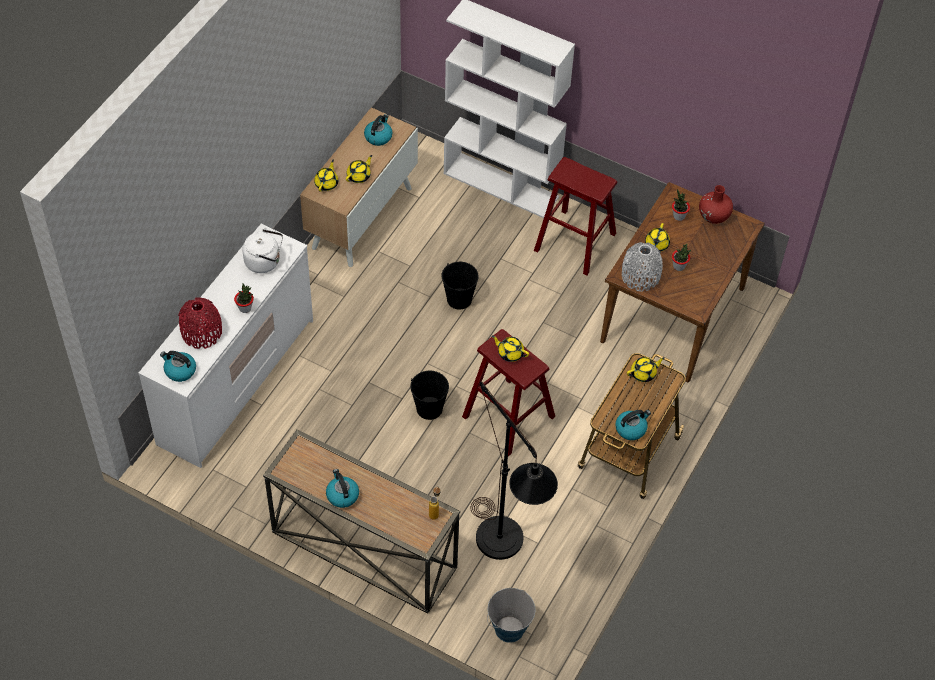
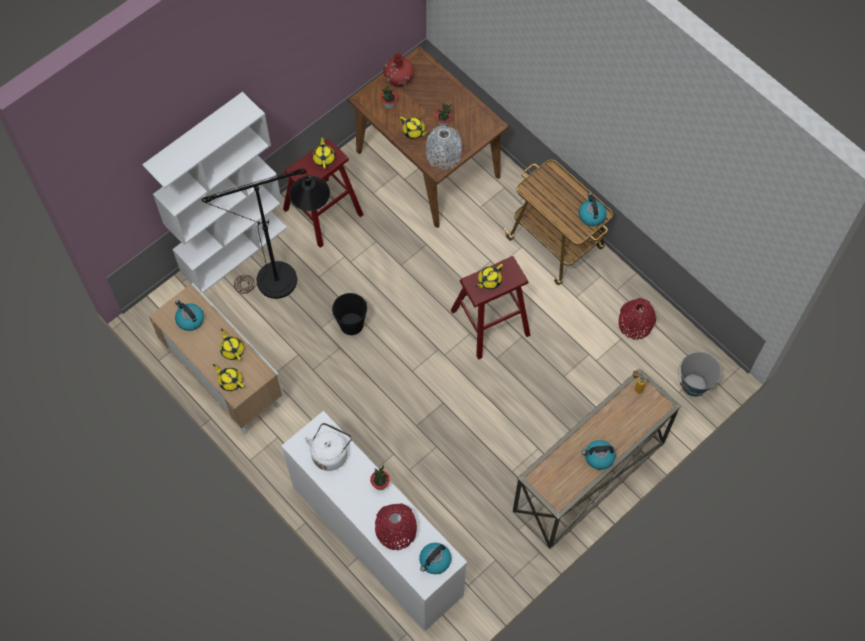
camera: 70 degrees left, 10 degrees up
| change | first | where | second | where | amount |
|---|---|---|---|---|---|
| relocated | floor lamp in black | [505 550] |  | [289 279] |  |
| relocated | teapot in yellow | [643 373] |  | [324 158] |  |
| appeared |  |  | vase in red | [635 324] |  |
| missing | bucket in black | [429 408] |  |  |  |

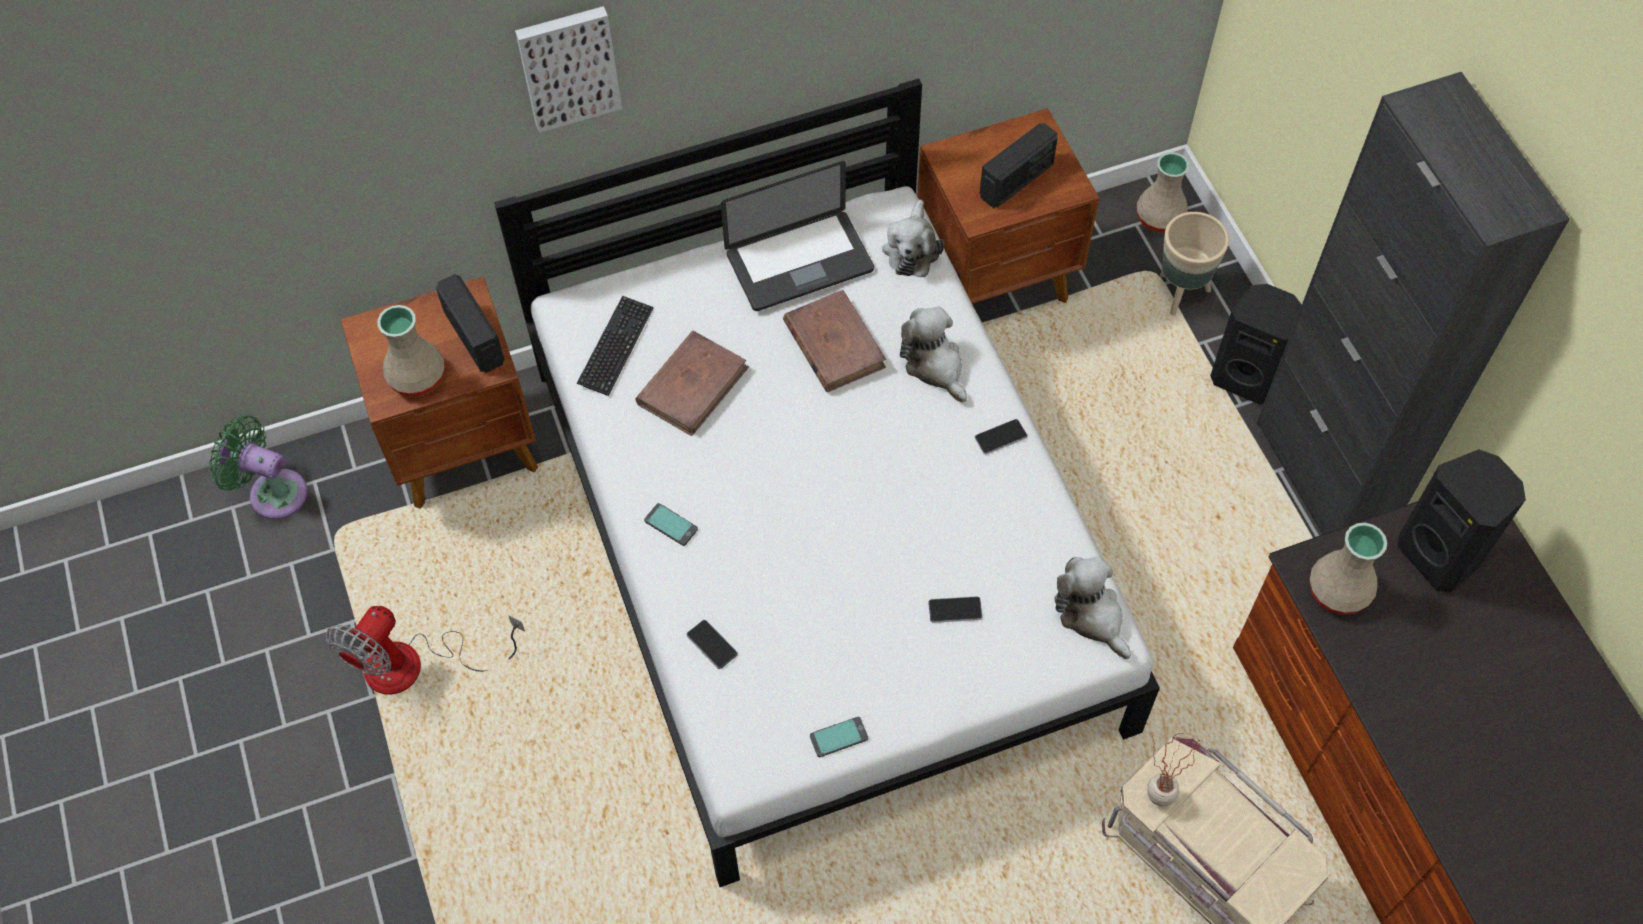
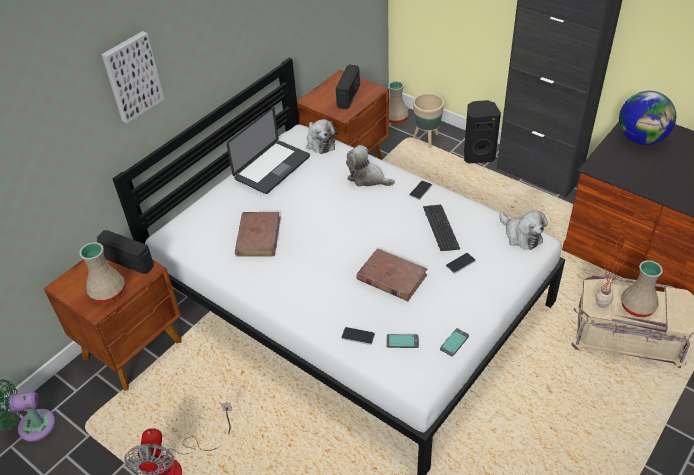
camera: 30 degrees left, 15 degrees down
| change | first | where | second | where | amount |
|---|---|---|---|---|---|
| relocated | book in brown | [834 344] |  | [391 277] |  |
| relocated | phone | [671 525] |  | [402 341] |  |
| relocated | keyboard | [616 347] |  | [441 228] |  |
| spun | plush toy | [1091 615] |  | [521 235] | 150 degrees counterclockwise |
| exchanged | speaker in black | [1440 554] | globe | [641 139] |  |
| relocated | vase in beige | [1340 590] |  | [637 306] |  |

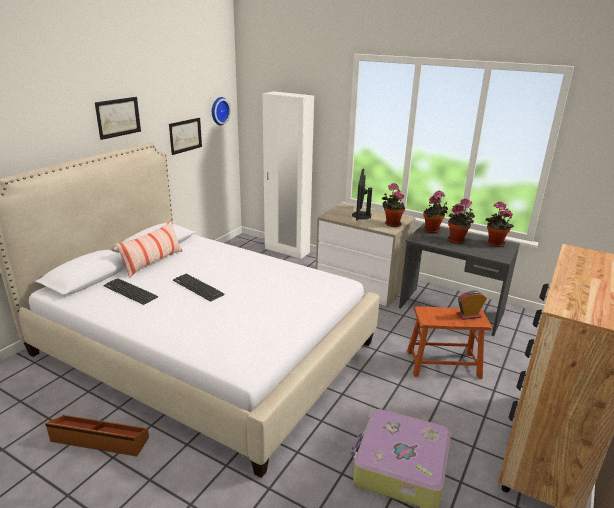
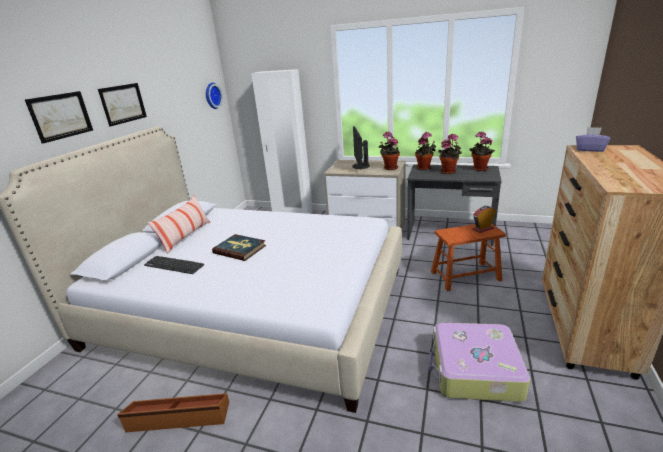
camera: 10 degrees left, 0 degrees up
| change | first | where | second | where | amount |
|---|---|---|---|---|---|
| relocated | picture | [185 135] |  | [61 116] |  |
| exchanged | keyboard | [198 287] | book | [240 249] |  |
| appeared |  |  | tissue box in purple | [589 149] |  |

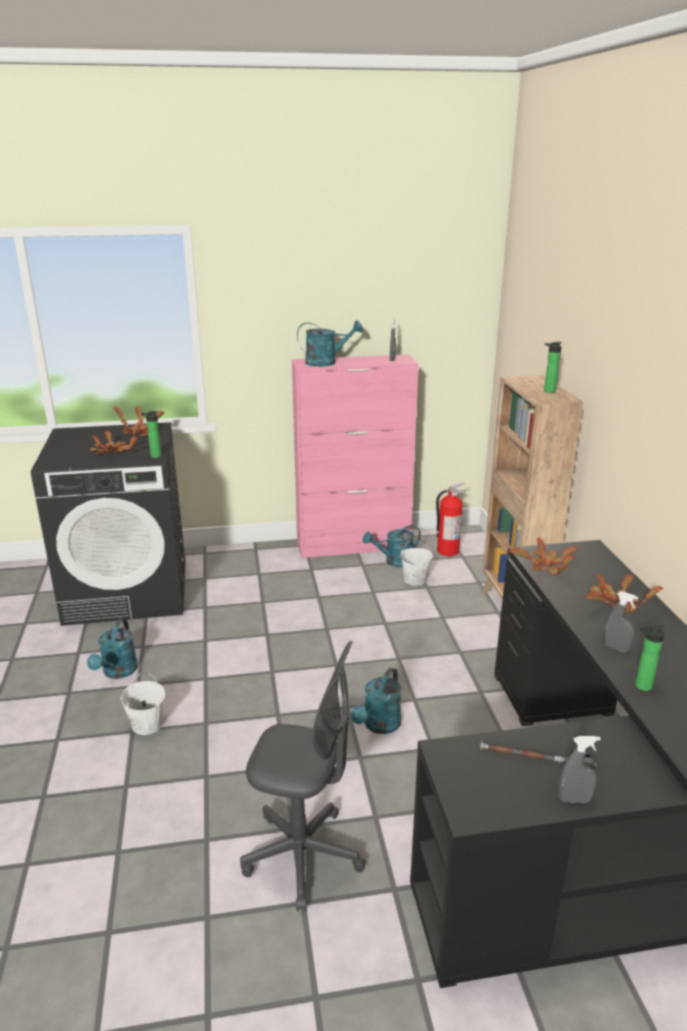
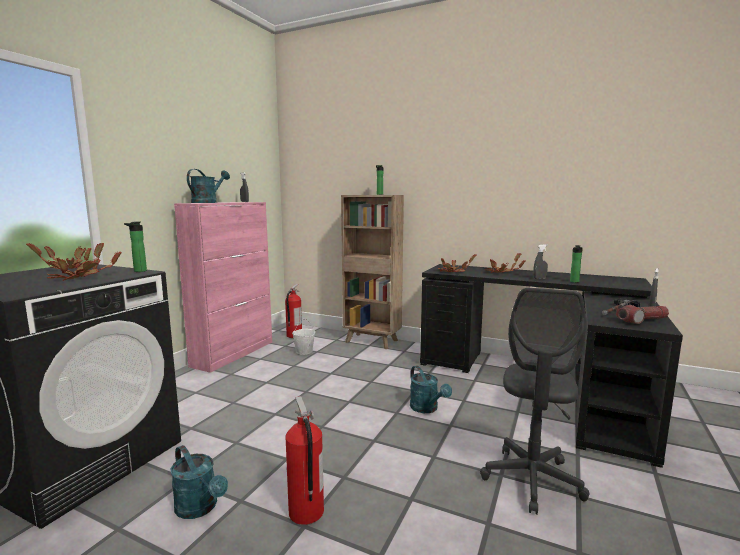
camera: 55 degrees left, 15 degrees down
| change | first | where | second | where | amount |
|---|---|---|---|---|---|
| exchanged | bucket in white | [146 724] | fire extinguisher | [305 513] |  |
| spun | office chair in grey | [303 856] |  | [532 480] | 150 degrees clockwise |
| appeared |  |  | flashlight | [642 320] |  |
| missing | watering can in turquoise | [394 561] |  |  |  |

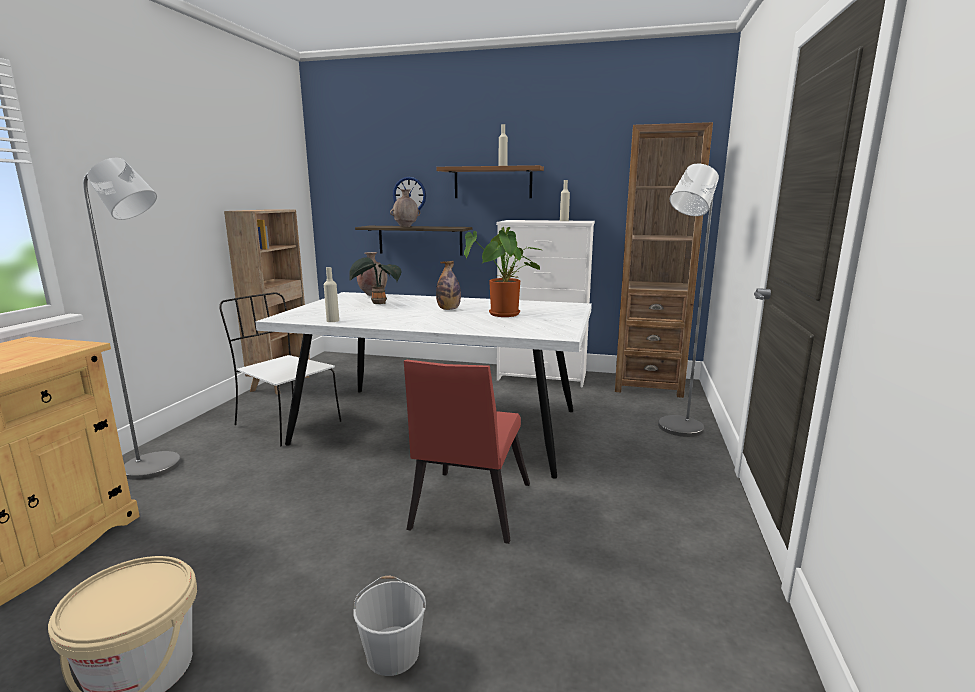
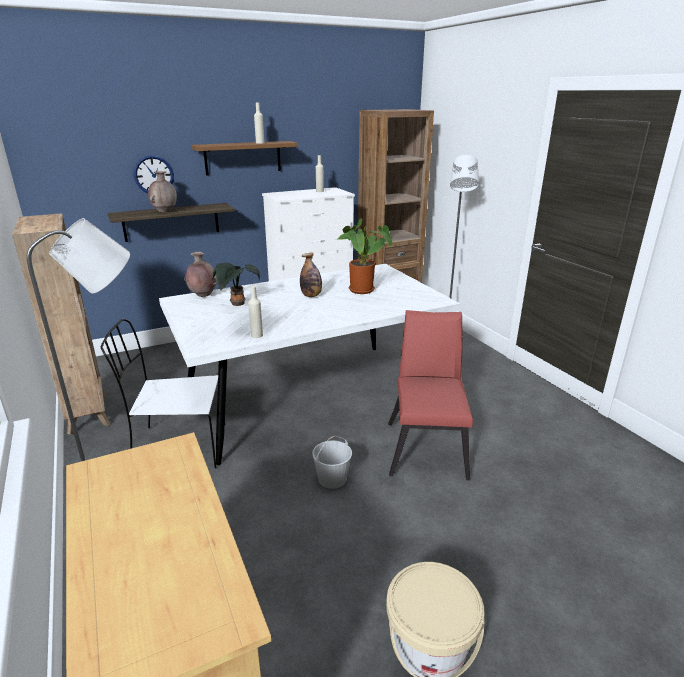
camera: 40 degrees left, 10 degrees up
| change | first | where | second | where | amount |
|---|---|---|---|---|---|
| relocated | bucket in white | [391 654] |  | [332 478] |  |
| spun | chair in red | [467 510] |  | [427 445] | 150 degrees counterclockwise |

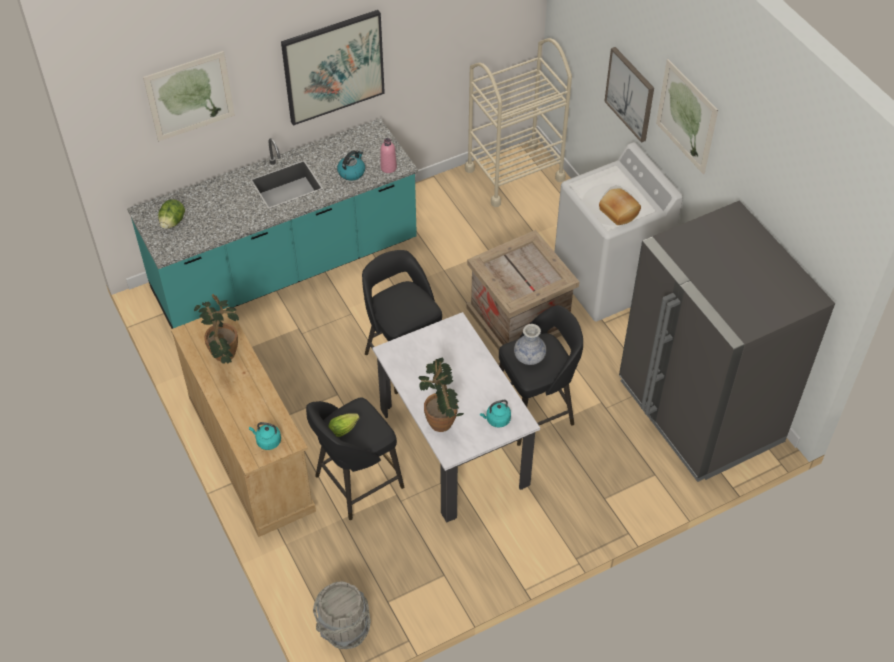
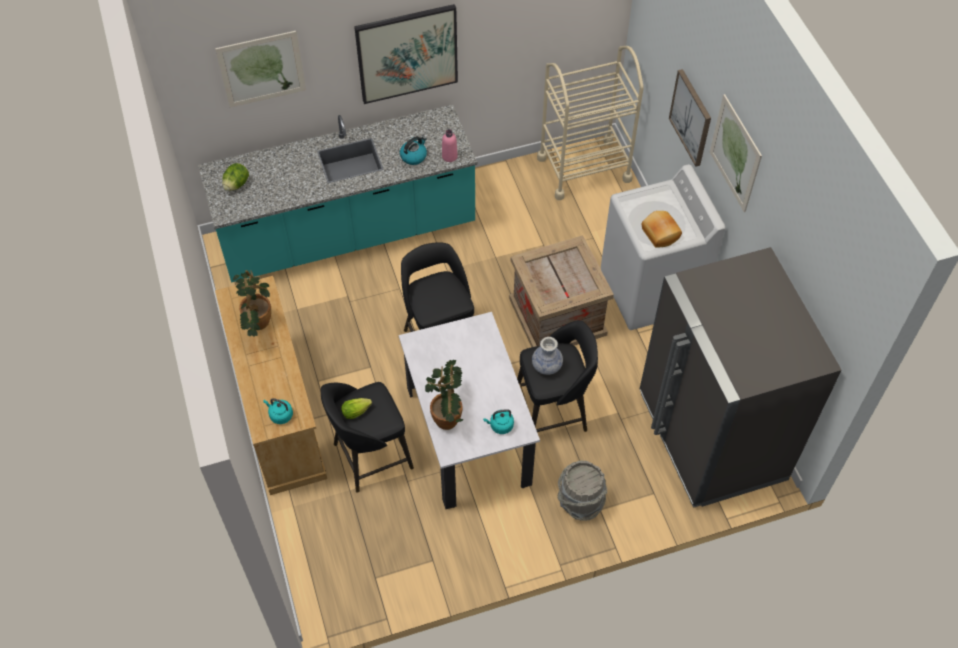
camera: 10 degrees right, 5 degrees up
| change | first | where | second | where | amount |
|---|---|---|---|---|---|
| relocated | bucket in grey | [343 628] |  | [580 501] |  |

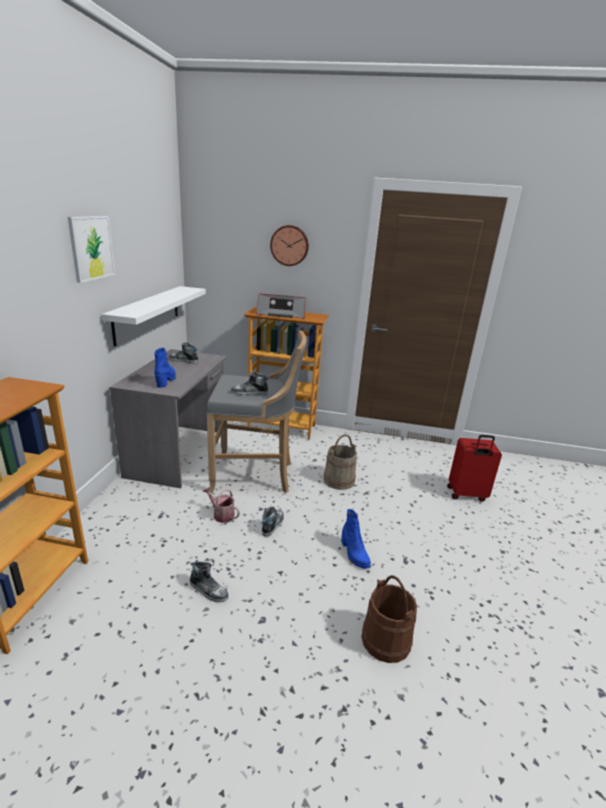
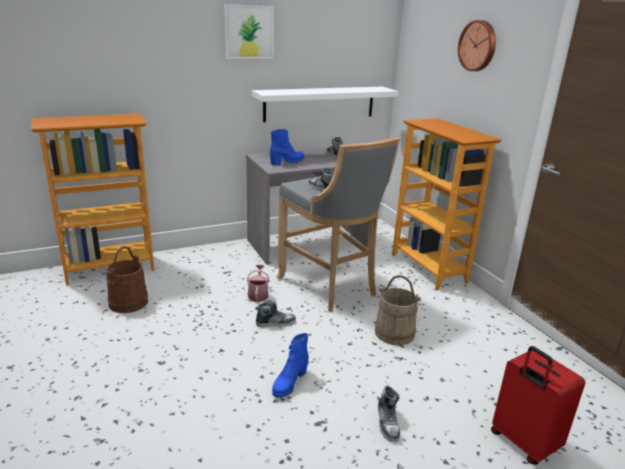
camera: 55 degrees right, 0 degrees up
| change | first | where | second | where | amount |
|---|---|---|---|---|---|
| relocated | bucket in brown | [385 639] |  | [128 302] |  |
| relocated | shoe | [208 590] |  | [388 422] |  |
| missing | radio | [281 314] |  |  |  |

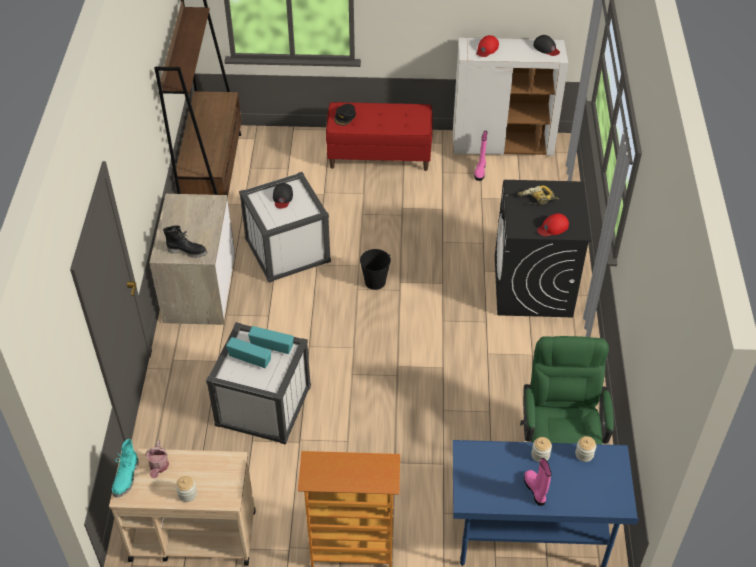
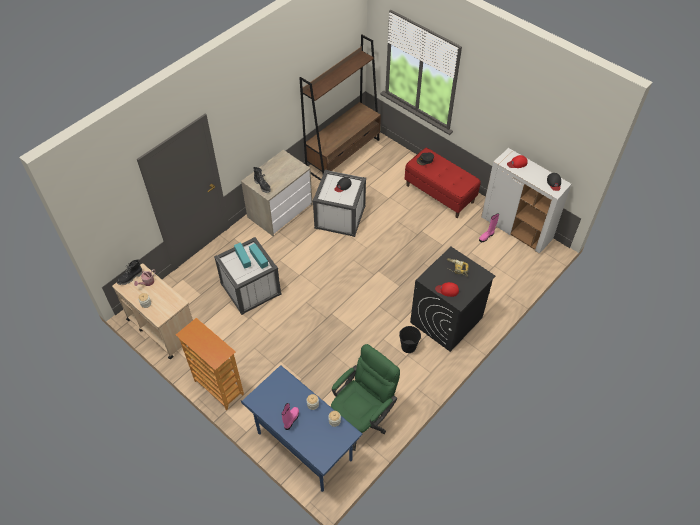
camera: 40 degrees right, 5 degrees up
| change | first | where | second | where | amount |
|---|---|---|---|---|---|
| colour | boot in turquoise | [127 478] | boot in black | [130 278] |  |
| relocated | bucket in black | [375 281] |  | [408 346] |  |

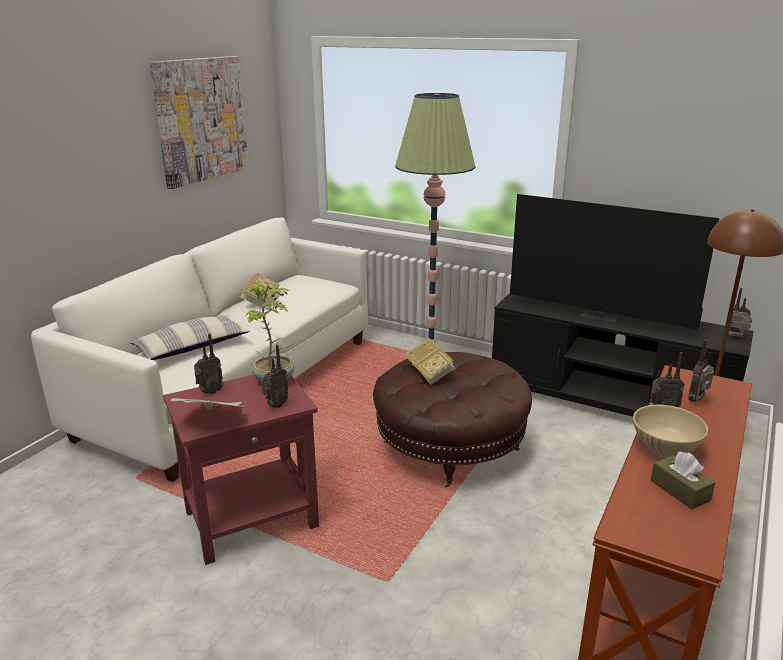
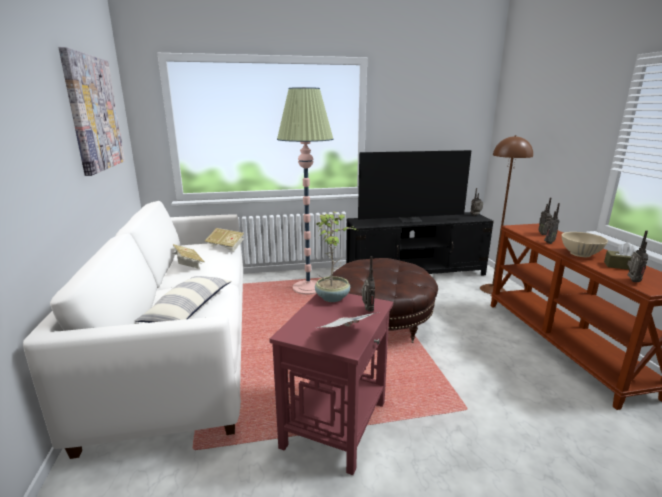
camera: 40 degrees left, 5 degrees down
| change | first | where | second | where | amount |
|---|---|---|---|---|---|
| relocated | book | [429 372] |  | [226 247] |  |
| relocated | radio | [209 392] |  | [631 281] |  |

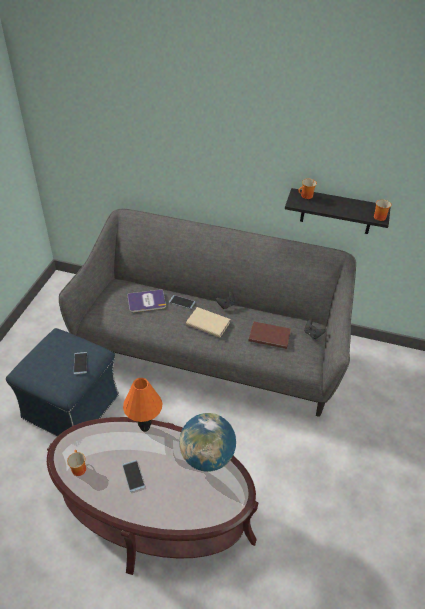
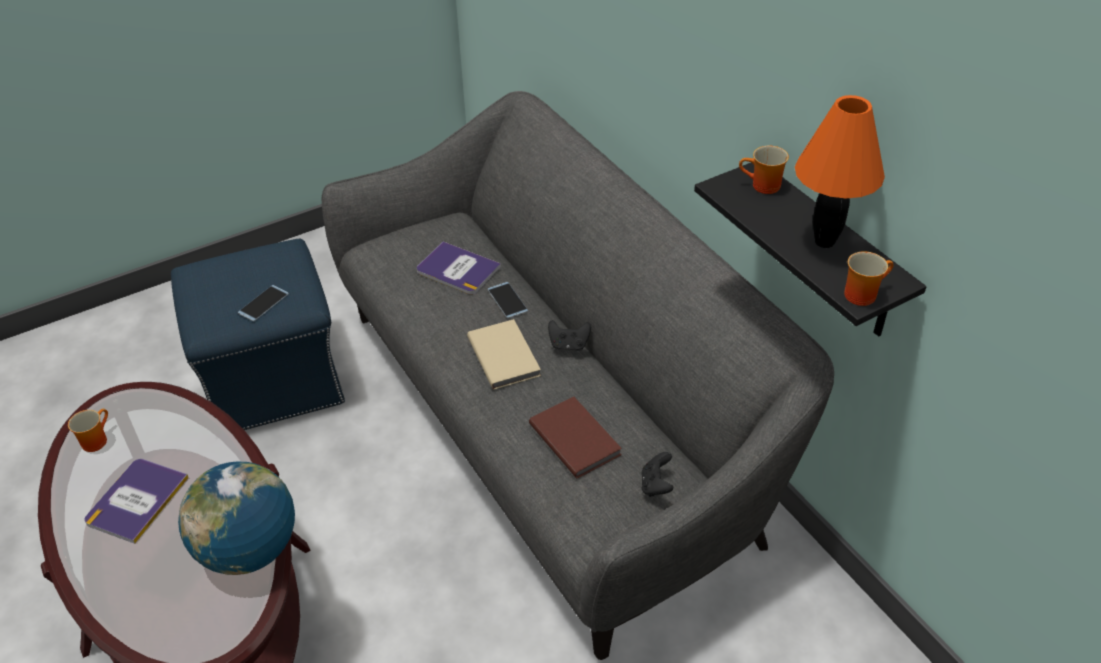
camera: 45 degrees right, 0 degrees up
| change | first | where | second | where | amount |
|---|---|---|---|---|---|
| exchanged | phone | [133 476] | book | [137 500] |  |
| relocated | table lamp in orange | [144 427] |  | [824 241] |  |

